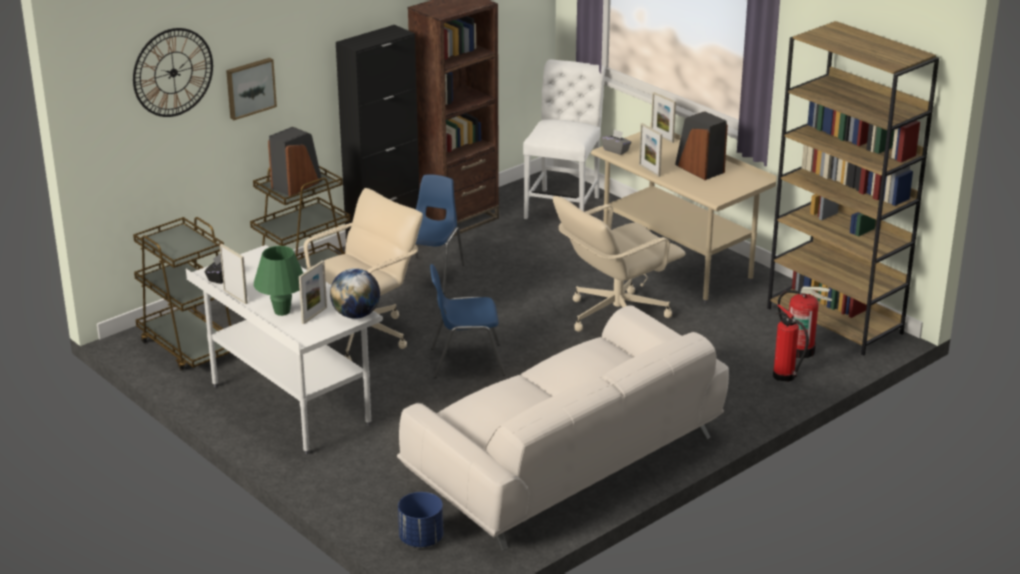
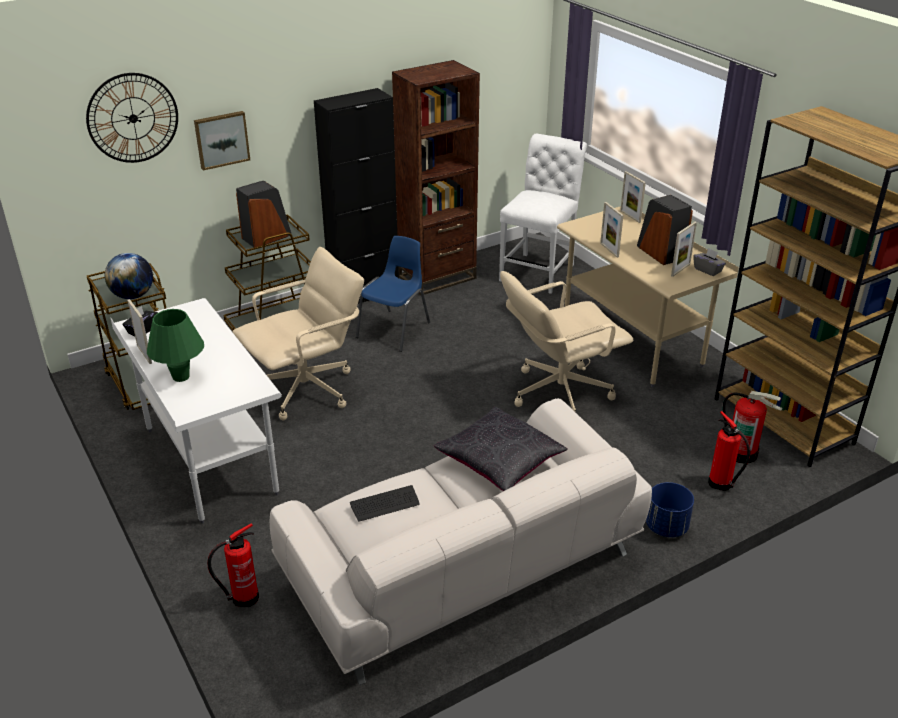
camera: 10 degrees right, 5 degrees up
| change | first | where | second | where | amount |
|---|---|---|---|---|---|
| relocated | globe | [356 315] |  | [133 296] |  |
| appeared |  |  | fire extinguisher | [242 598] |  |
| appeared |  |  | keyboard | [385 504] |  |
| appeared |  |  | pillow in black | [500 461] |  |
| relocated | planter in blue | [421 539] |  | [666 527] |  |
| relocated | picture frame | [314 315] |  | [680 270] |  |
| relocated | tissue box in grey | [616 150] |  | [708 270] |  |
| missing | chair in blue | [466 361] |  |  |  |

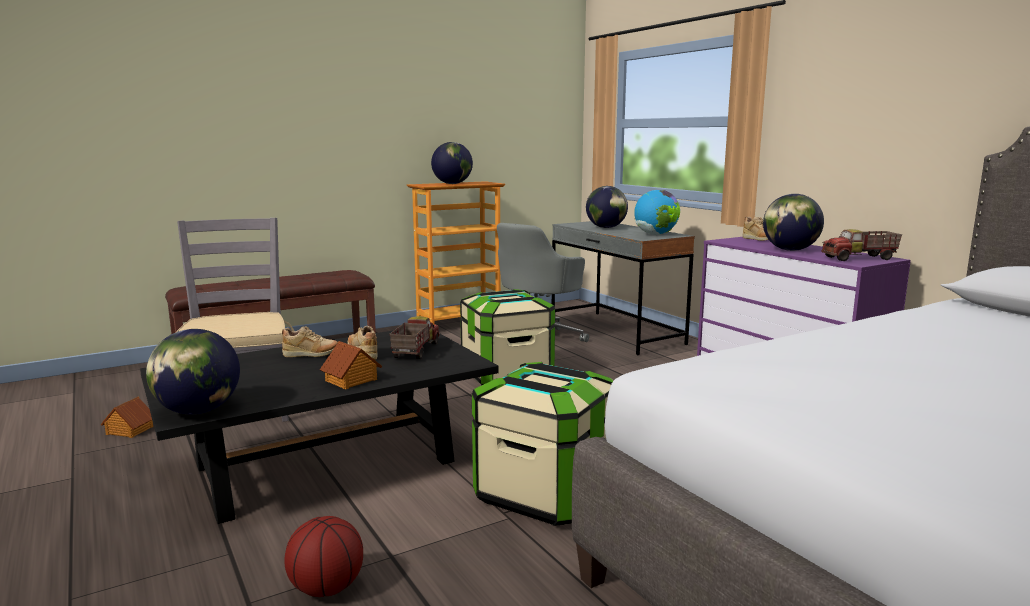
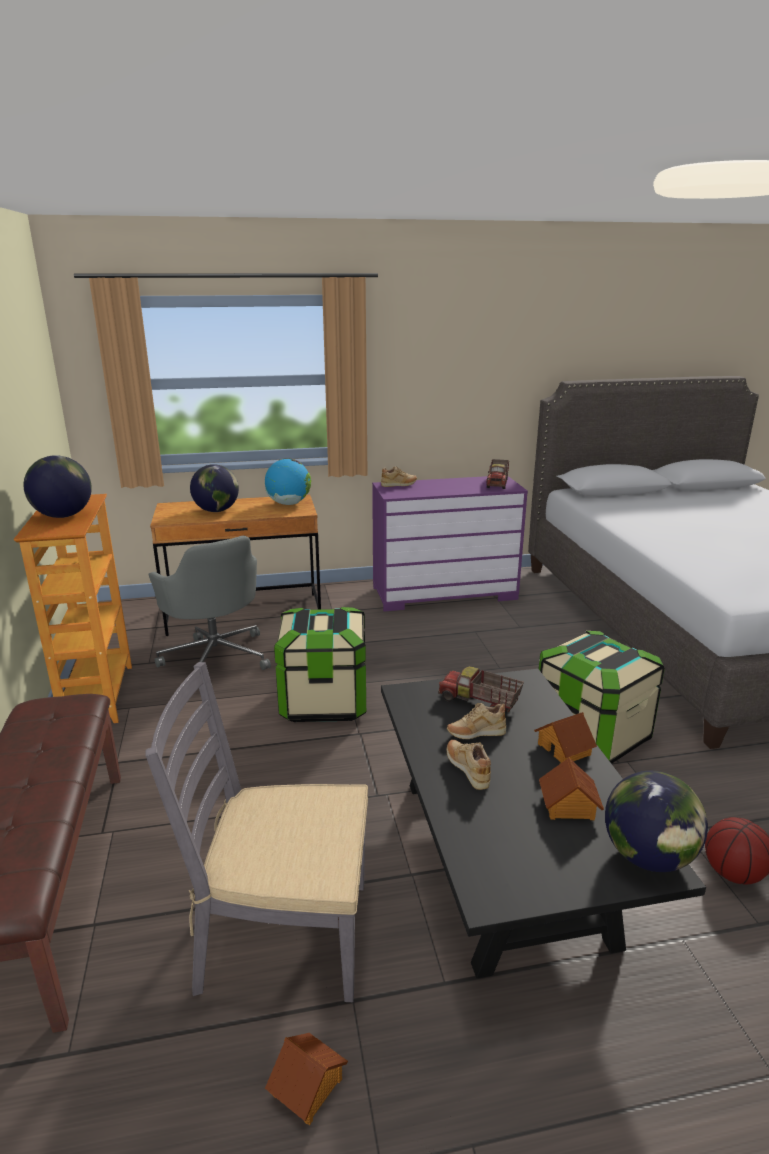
camera: 70 degrees left, 10 degrees up
| change | first | where | second | where | amount |
|---|---|---|---|---|---|
| colour | desk in grey | [615 332] | desk in brown | [244 614] |  |
| spun | shoe in beige | [311 355] |  | [468 770] | 45 degrees counterclockwise |
| appeared |  |  | toy house | [568 806] |  |
| missing | globe | [790 250] |  |  |  |

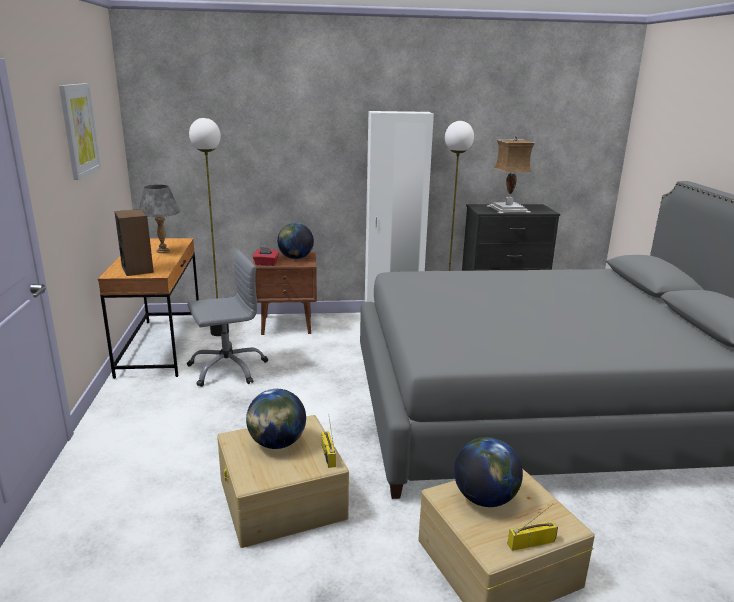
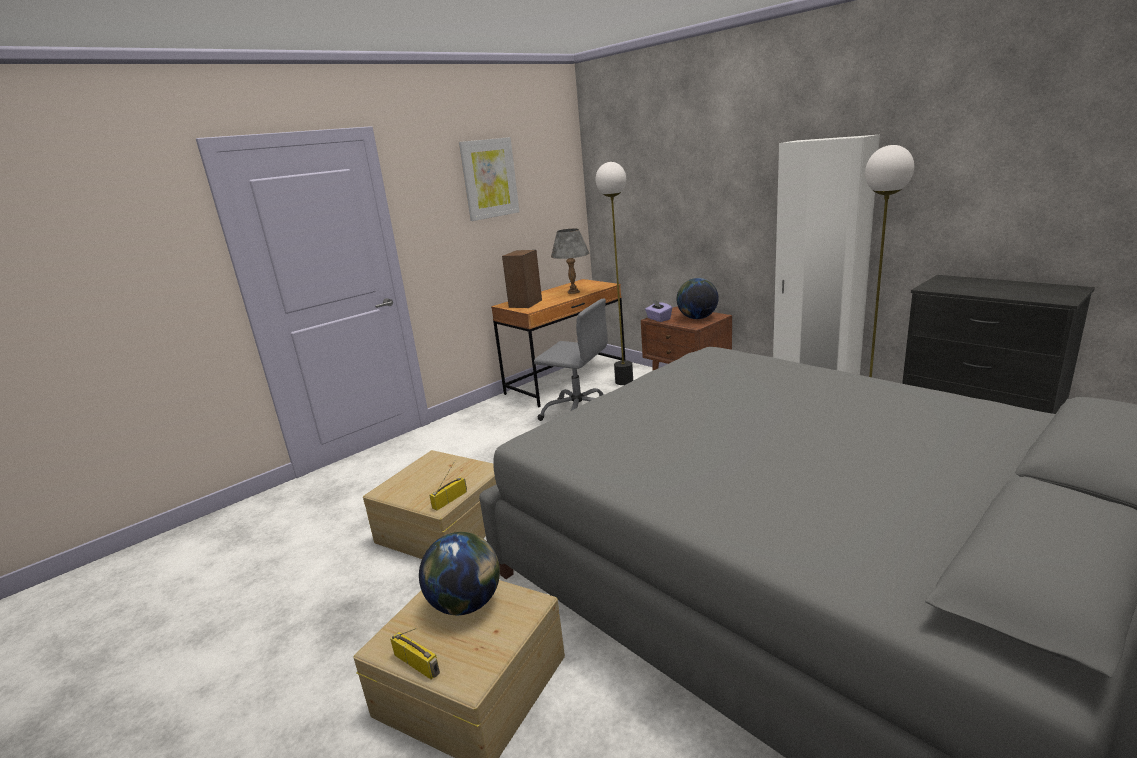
camera: 55 degrees right, 0 degrees up
| change | first | where | second | where | amount |
|---|---|---|---|---|---|
| colour | tissue box in red | [266 264] | tissue box in purple | [658 319] |  |
| missing | globe | [277 443] |  |  |  |
| missing | table lamp | [509 209] |  |  |  |

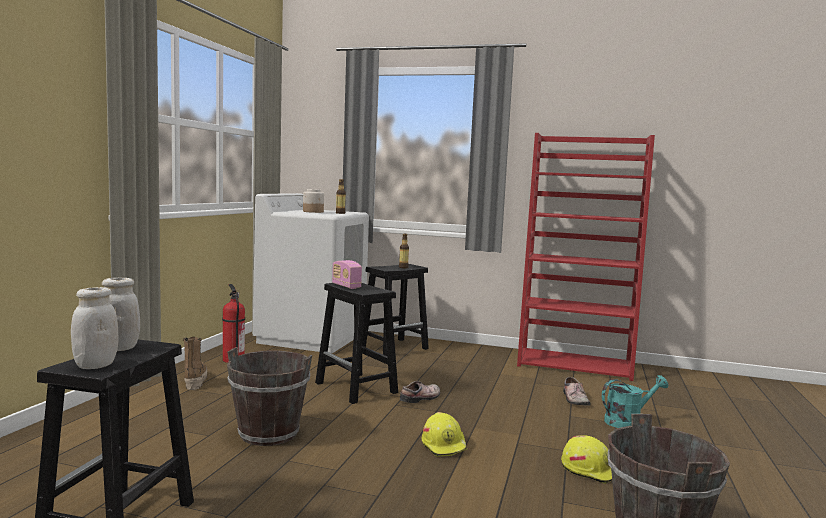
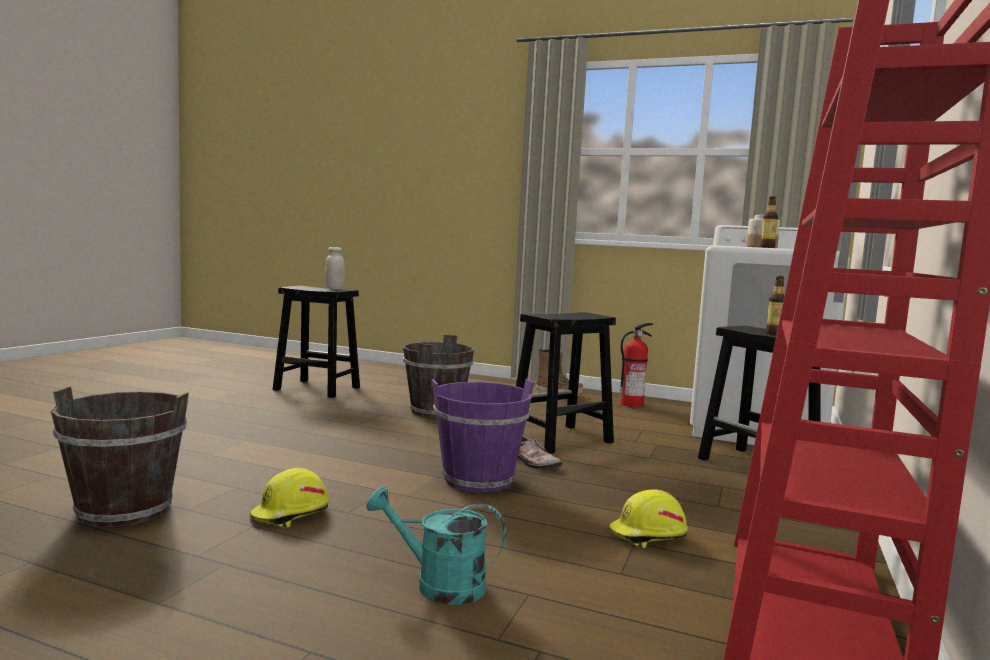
camera: 95 degrees right, 0 degrees up
| change | first | where | second | where | amount |
|---|---|---|---|---|---|
| spun | watering can in turquoise | [627 421] |  | [438 585] | 120 degrees clockwise |
| appeared |  |  | bucket in purple | [478 480] |  |
| relocated | hard hat in yellow | [444 445] |  | [648 535] |  |
| missing | jar in white | [95 365] |  |  |  |
| missing | radio | [346 286] |  |  |  |
| missing | shoe | [574 399] |  |  |  |

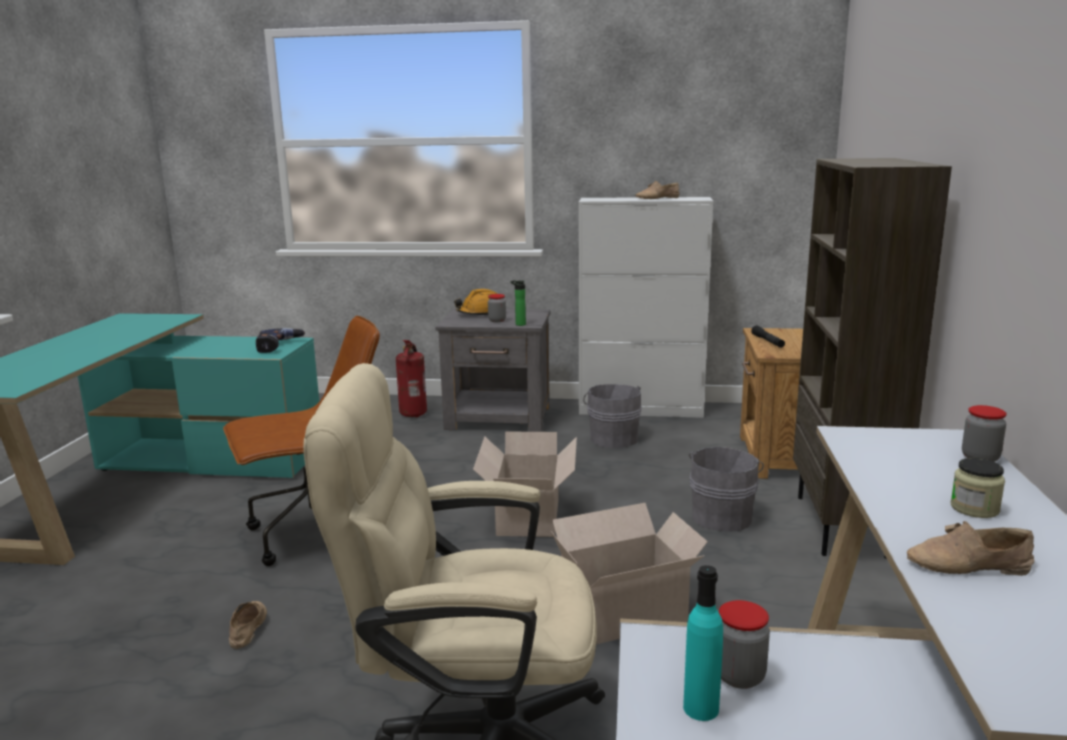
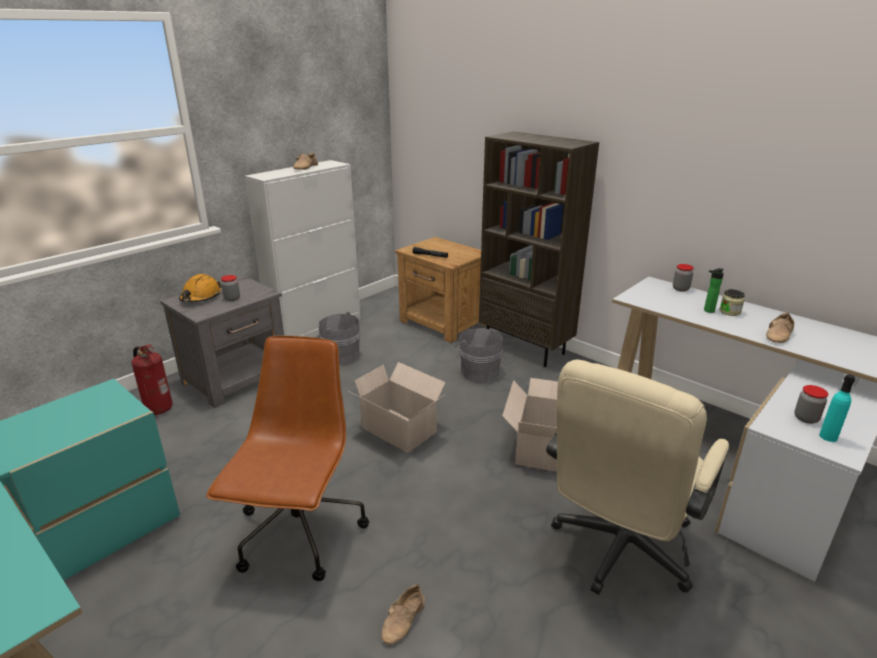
camera: 55 degrees left, 10 degrees up
| change | first | where | second | where | amount |
|---|---|---|---|---|---|
| spun | shoe in beige | [247 628] |  | [404 620] | 90 degrees counterclockwise |
| relocated | bottle | [519 324] |  | [707 311] |  |
| missing | power drill | [279 346] |  |  |  |

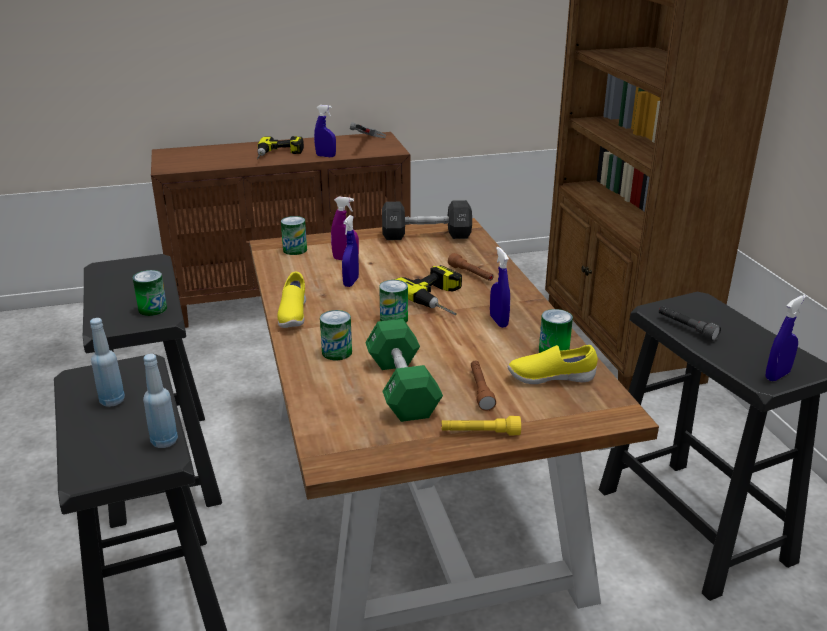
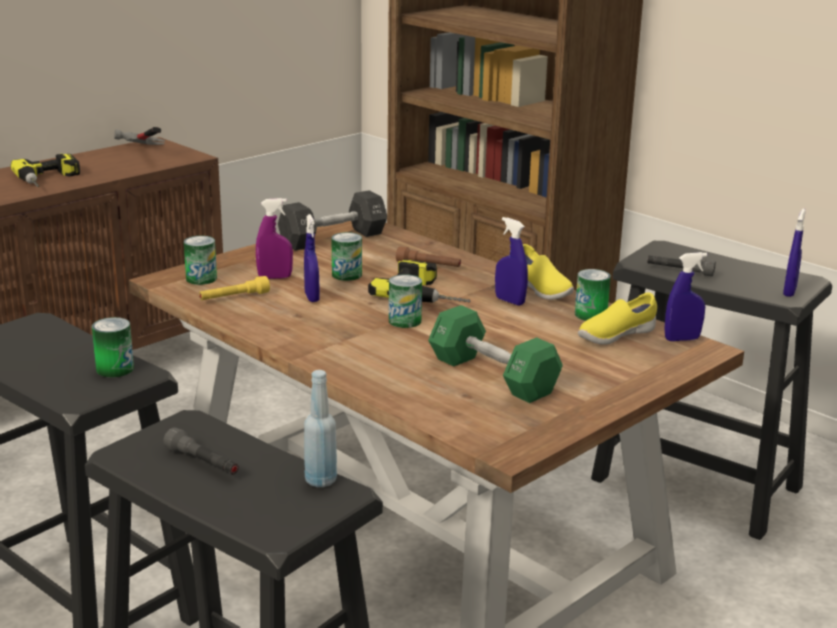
camera: 30 degrees left, 5 degrees down
| change | first | where | second | where | amount |
|---|---|---|---|---|---|
| exchanged | bottle in blue | [112 401] | flashlight in grey | [203 463] |  |
| relocated | flashlight in yellow | [480 433] |  | [234 298] |  |
| relocated | can | [337 352] |  | [347 275] |  |
| relocated | shoe in yellow | [292 315] |  | [541 290] |  |
| relocated | spray bottle in blue | [325 156] |  | [682 339] |  |
| missing | flashlight in brown | [480 390] |  |  |  |

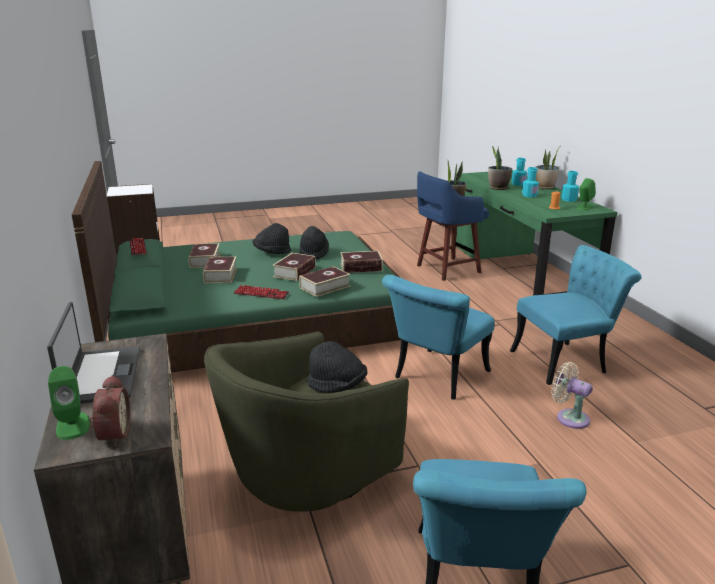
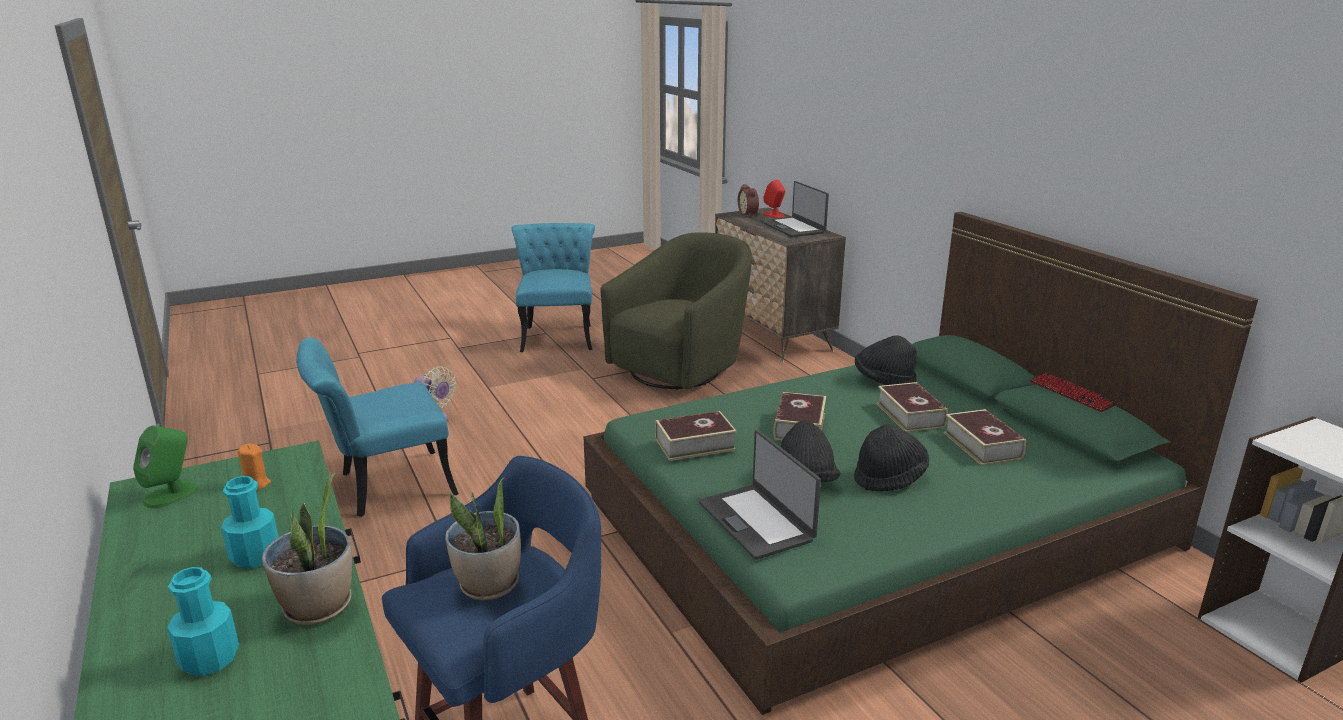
camera: 170 degrees right, 0 degrees up
| change | first | where | second | where | amount |
|---|---|---|---|---|---|
| appeared |  |  | laptop | [757 521] |  |
| colour | speaker in green | [73 425] | speaker in red | [774 215] |  |
| relocated | hat in black | [337 386] |  | [883 380] |  |
| missing | keyboard | [261 293] |  |  |  |
| missing | book | [325 287] |  |  |  |
| missing | chair in turquoise | [436 378] |  |  |  |
| missing | potted plant | [545 187] |  |  |  |
| missing | bottle in turquoise | [569 200] |  |  |  |

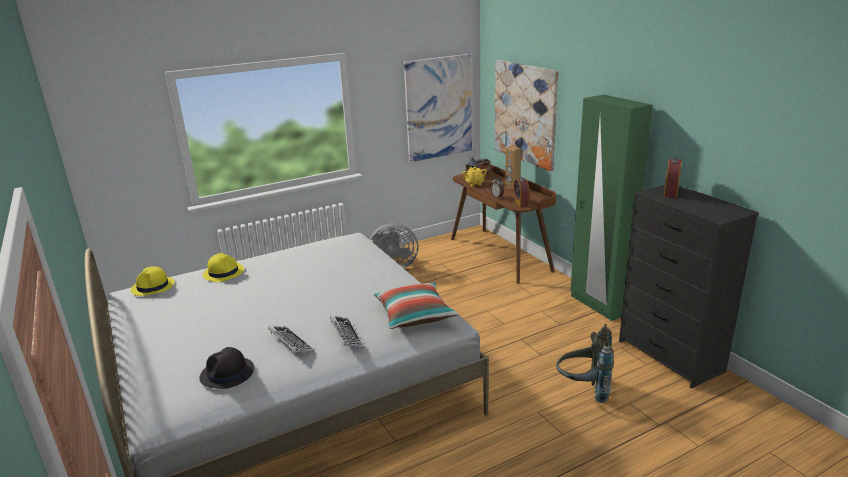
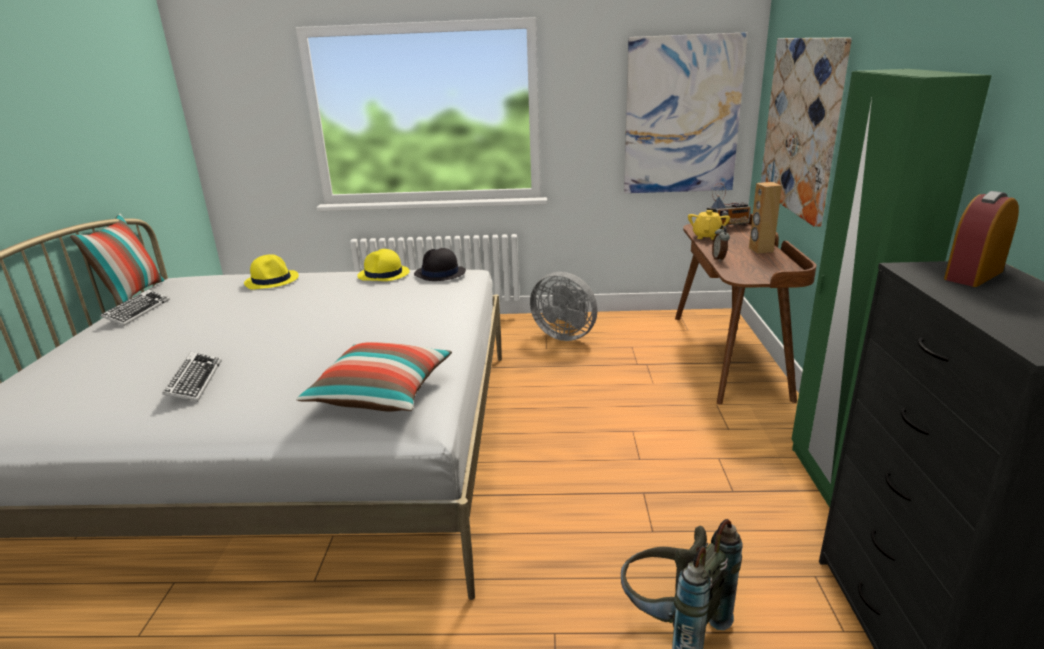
camera: 30 degrees right, 0 degrees up
| change | first | where | second | where | amount |
|---|---|---|---|---|---|
| appeared |  |  | pillow | [132 294] |  |
| relocated | keyboard | [345 335] |  | [137 311] |  |
| relocated | hat in yellow | [153 287] |  | [384 275] |  |
| relocated | hat in black | [227 374] |  | [439 273] |  |
| missing | alarm clock | [521 203] |  |  |  |

